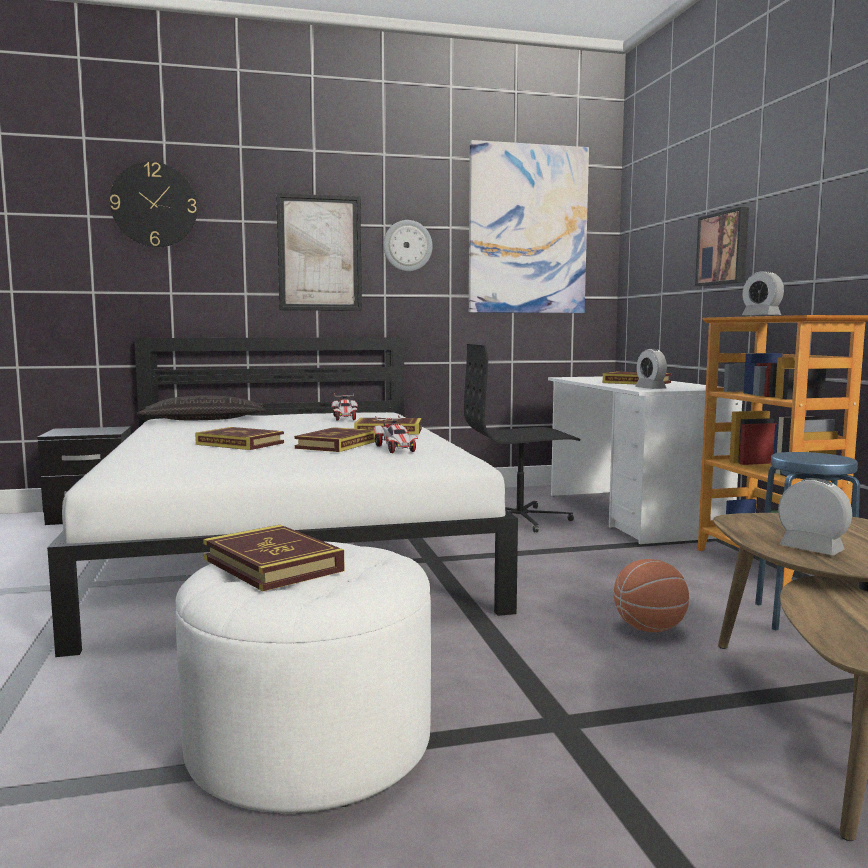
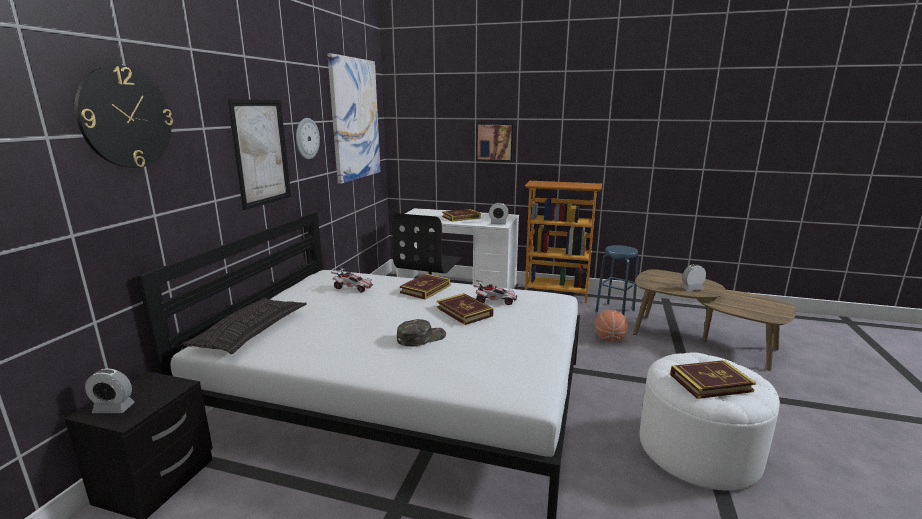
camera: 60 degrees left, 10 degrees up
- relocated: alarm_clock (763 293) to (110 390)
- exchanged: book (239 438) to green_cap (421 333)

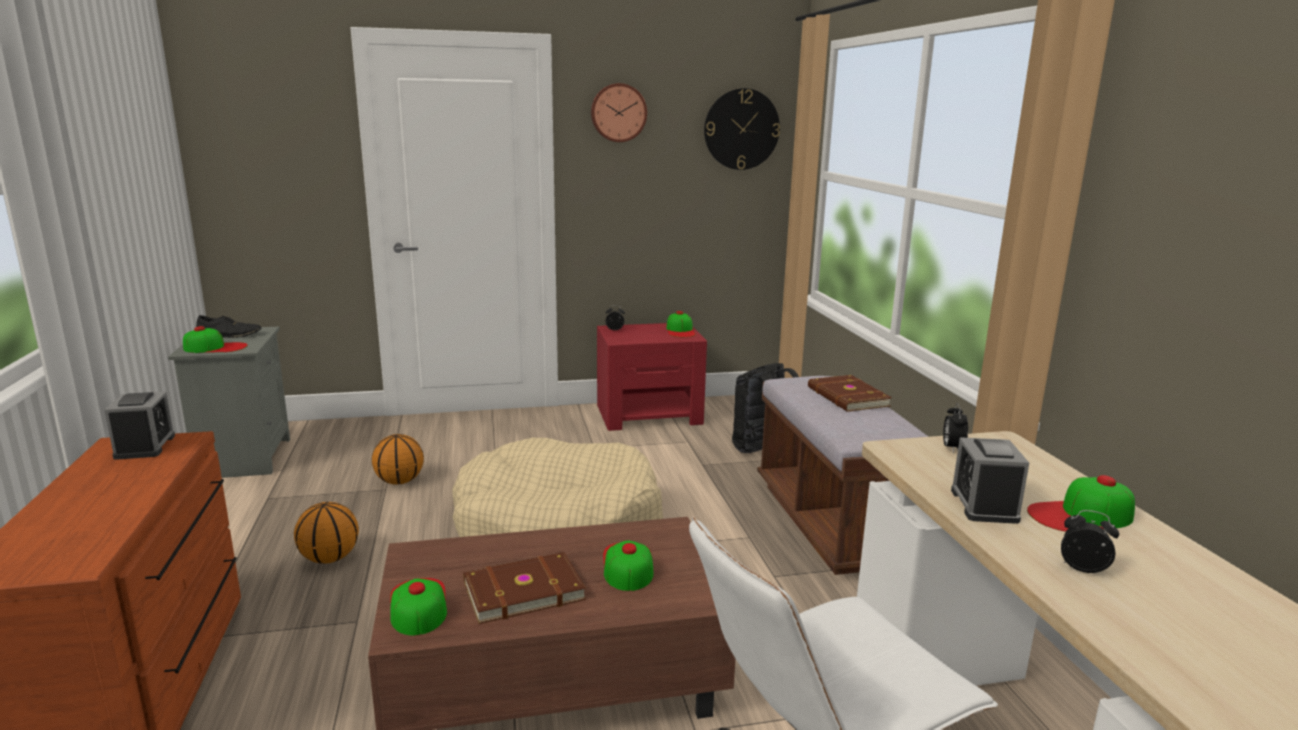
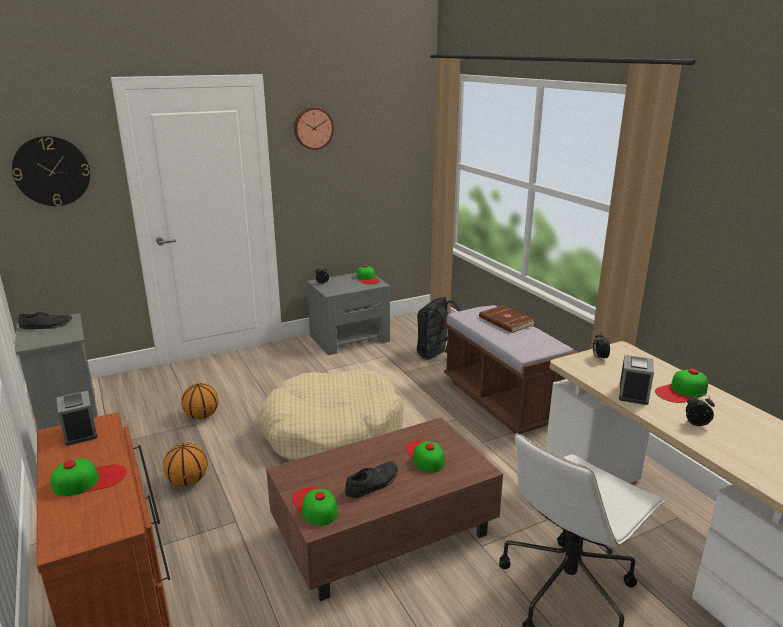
camera: 15 degrees left, 5 degrees up
- relocated: wall_clock (742 129) to (51 171)
- colour: red_nightstand (652 377) to grey_nightstand (348 314)
- relocated: cap (215 339) to (88 477)
- spun: alarm_clock (990 480) = (636 380) 150 degrees counterclockwise
- exchanged: brown_book (524 588) to black_shoe (371 479)

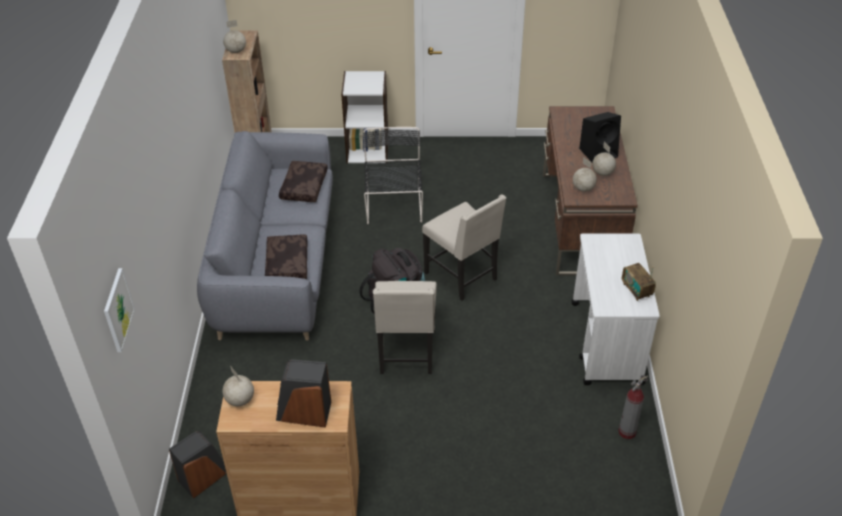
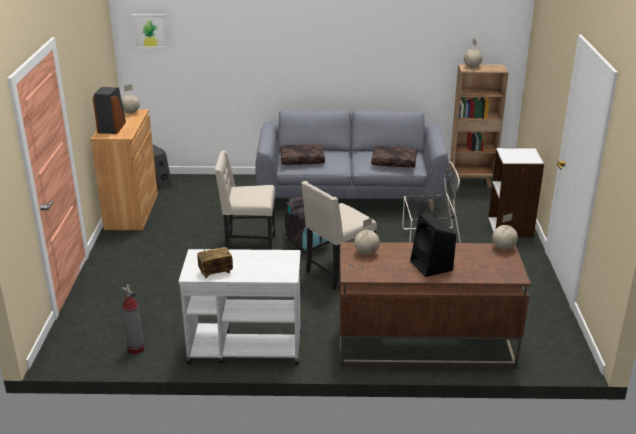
camera: 90 degrees right, 15 degrees down
- relocated: globe (604 159) to (505 231)

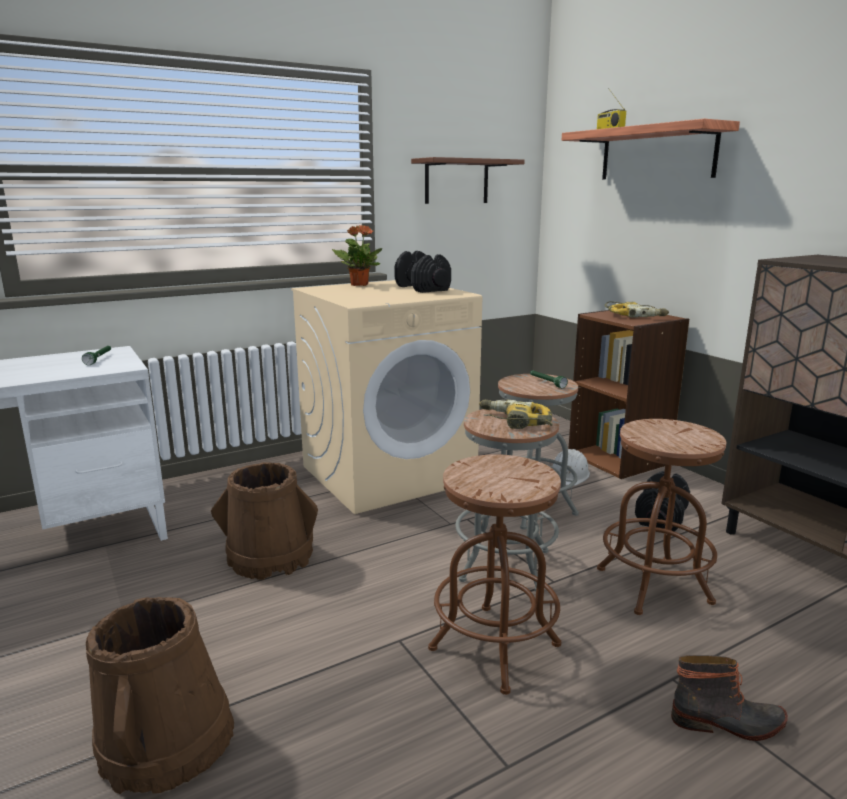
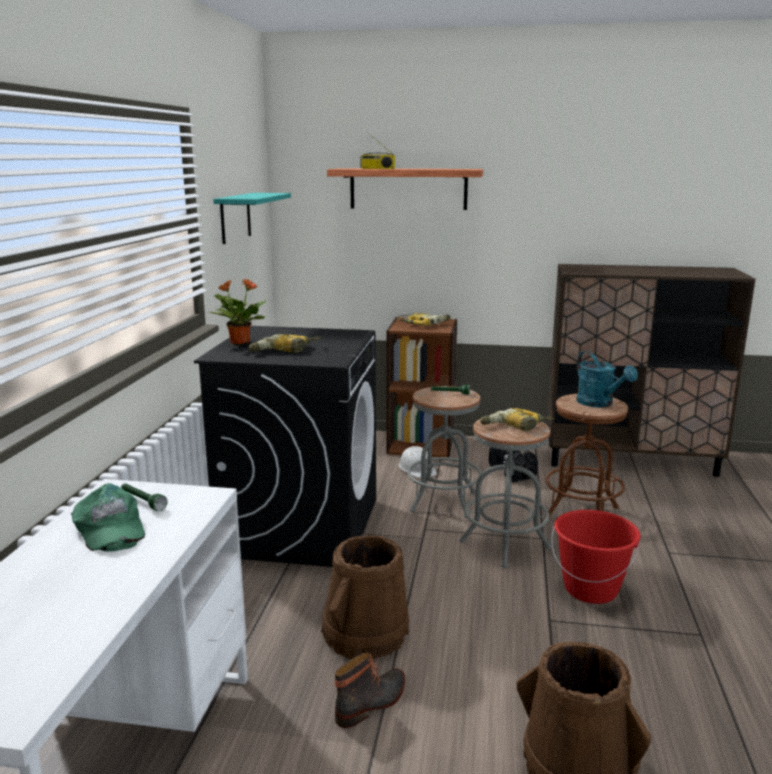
camera: 50 degrees left, 0 degrees up
- colour: brown_shelf (468 180) to turquoise_shelf (252 218)
- missing: black_dumbbell (423 272)
- colour: beige_washing_machine (386 397) to black_washing_machine (285 446)
- exchanged: brown_stool (494 574) to red_bucket (596 557)
- relocated: boot (729 698) to (370 690)
- appeared: power_drill (285 343)
- appeared: turquoise_watering_can (607 379)
- appeared: green_cap (108 517)

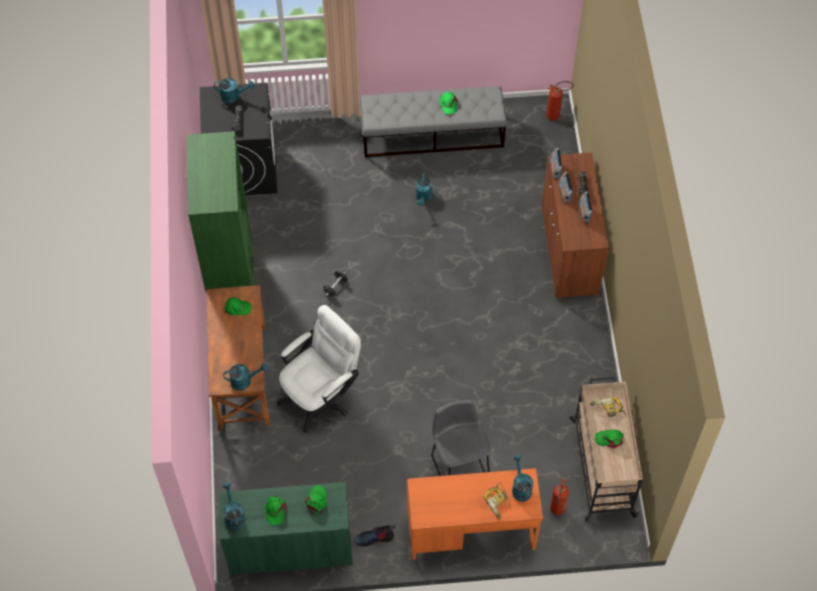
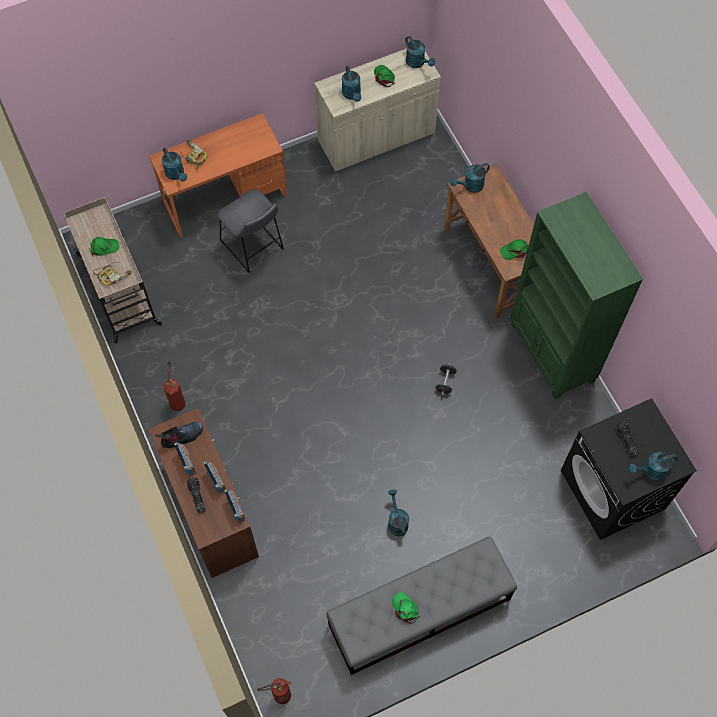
camera: 160 degrees right, 5 degrees up
- missing: white_office_chair (319 369)
- relocated: fire_extinguisher (559 496) to (174 386)
- colour: green_cabinet (286 528) to beige_cabinet (377 110)
- exchanged: green_cap (316 499) to turquoise_watering_can (351 84)
- relocated: boot (375 535) to (179 435)

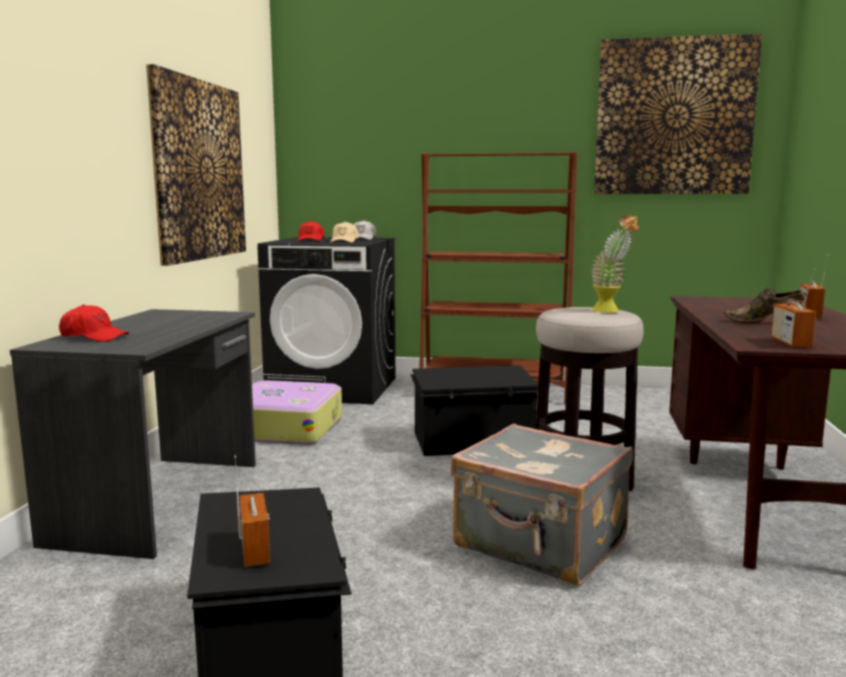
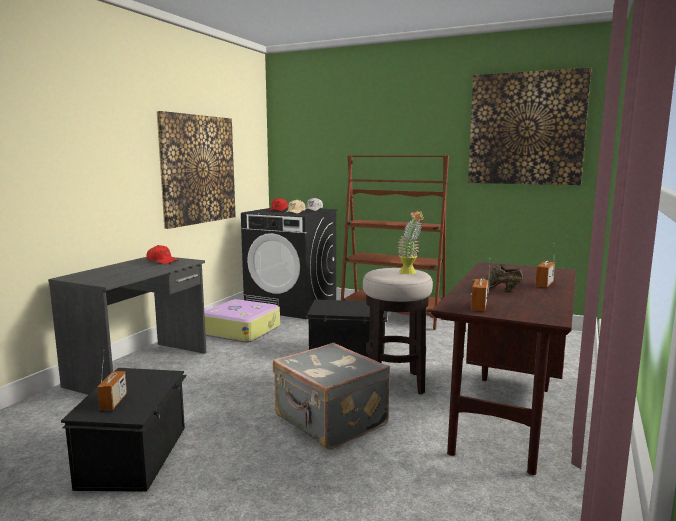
camera: 15 degrees right, 0 degrees up
- relocated: red_cap (94 323) to (162 254)

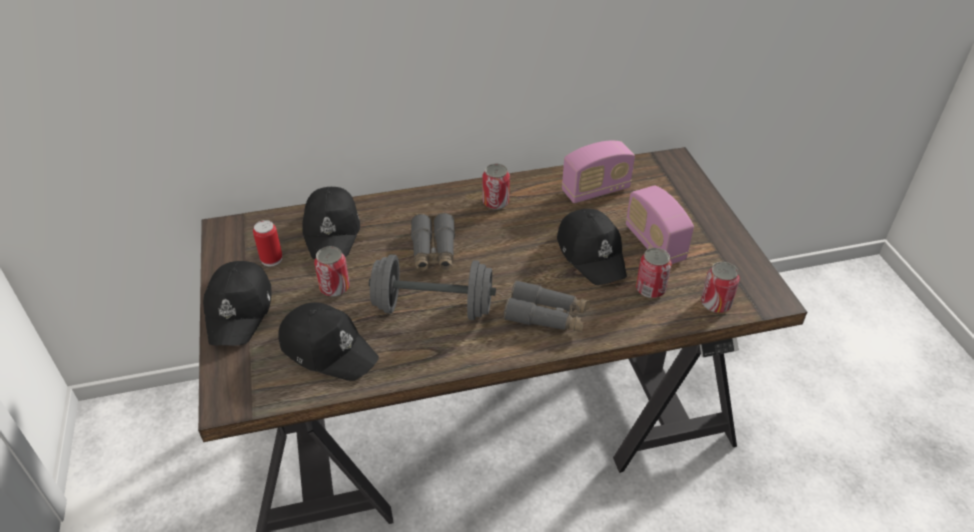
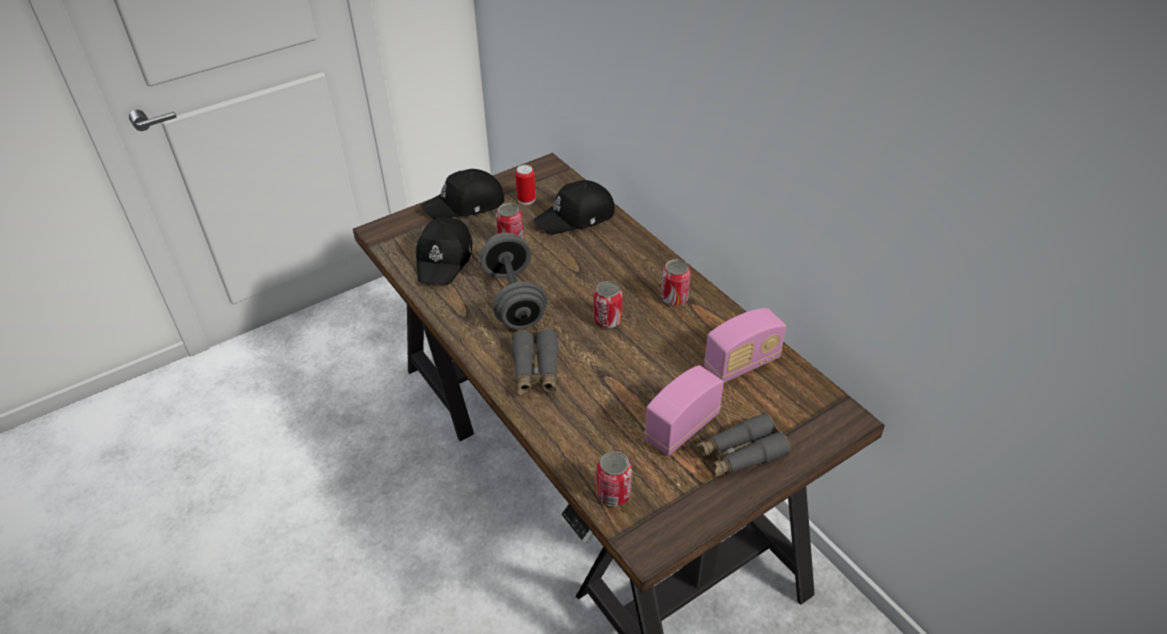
camera: 70 degrees right, 0 degrees up
- spun: radio (598 172) = (745 345) 75 degrees counterclockwise
- missing: black_cap (592 247)
- relocated: grey_binoculars (433 243) to (743 445)
- relocated: can (654 273) to (607 305)

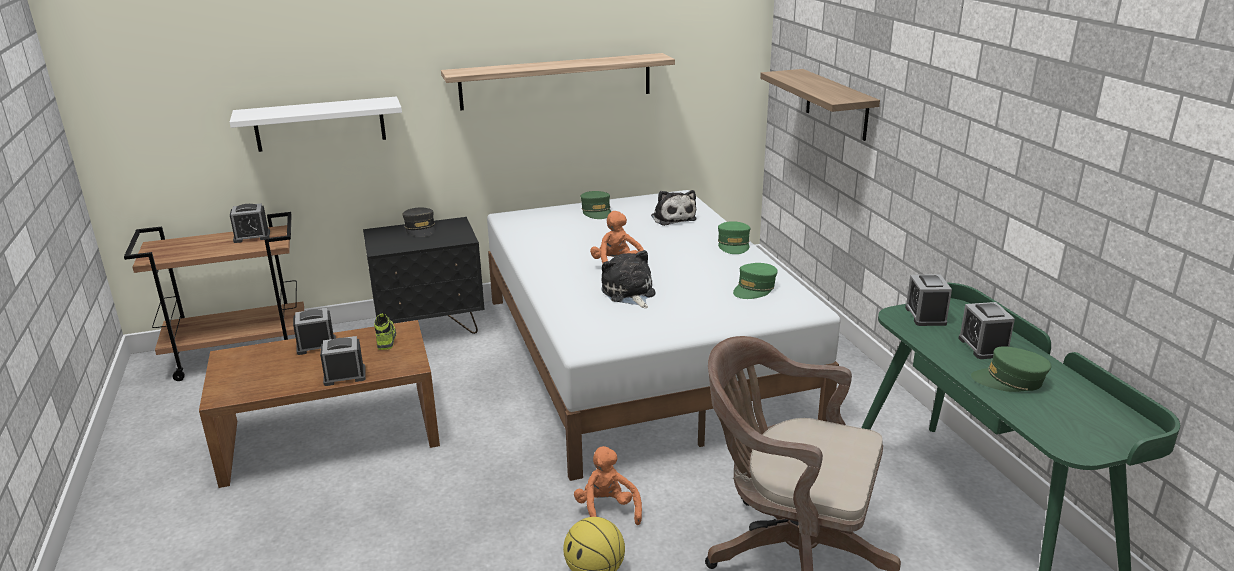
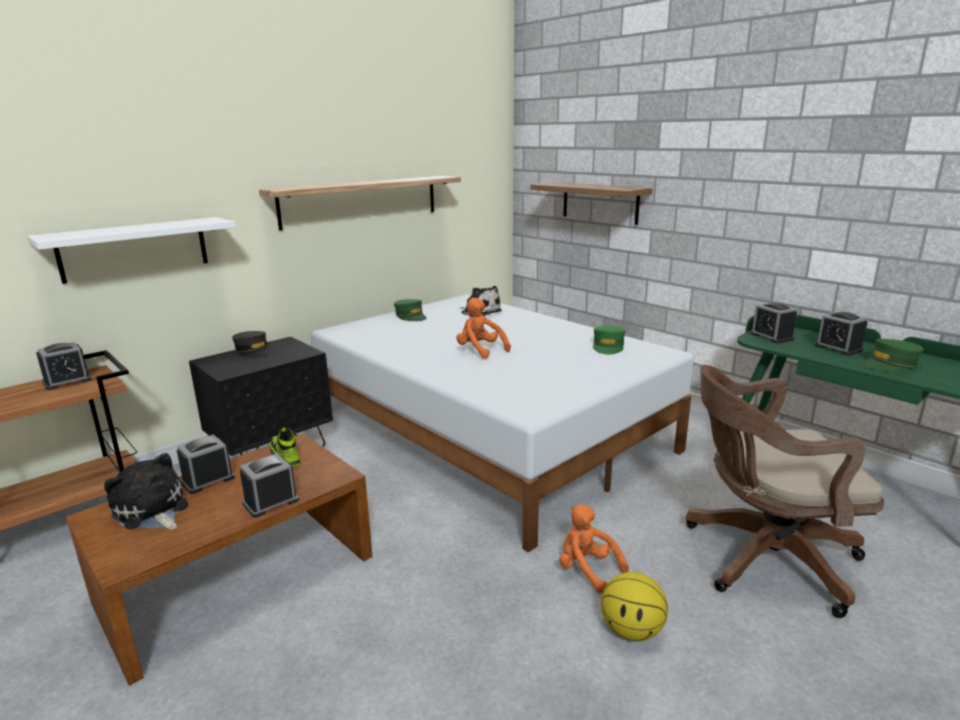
camera: 25 degrees left, 5 degrees down
- missing: green_cap (734 237)
- relocated: plush_toy (628 279) to (146 491)

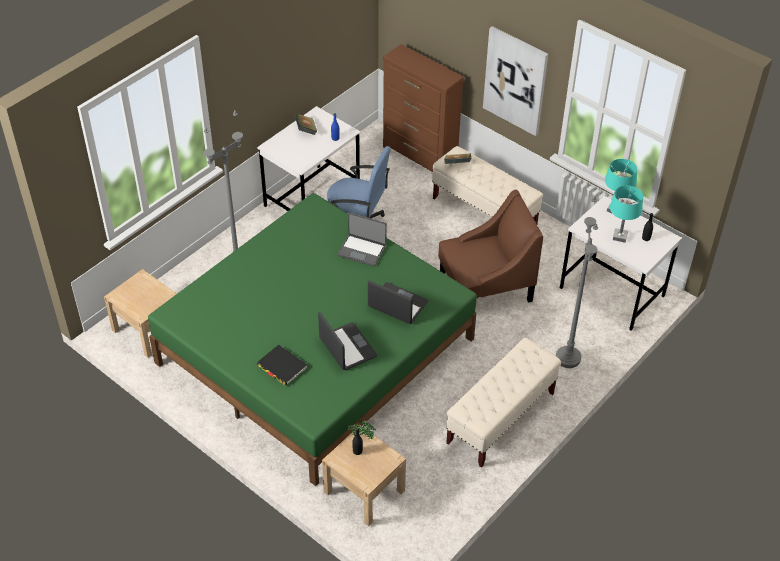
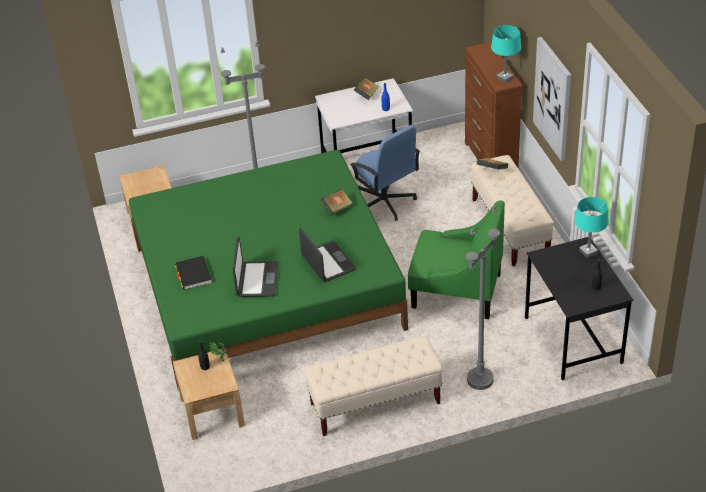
camera: 35 degrees right, 5 degrees down
- relocated: turquoise_table_lamp (626 214) to (506 54)
- colour: brown_armchair (490 246) to green_armchair (456 259)
- colour: white_desk (621 263) to black_desk (579 308)
- exchanged: laptop (362 239) to book (337 202)

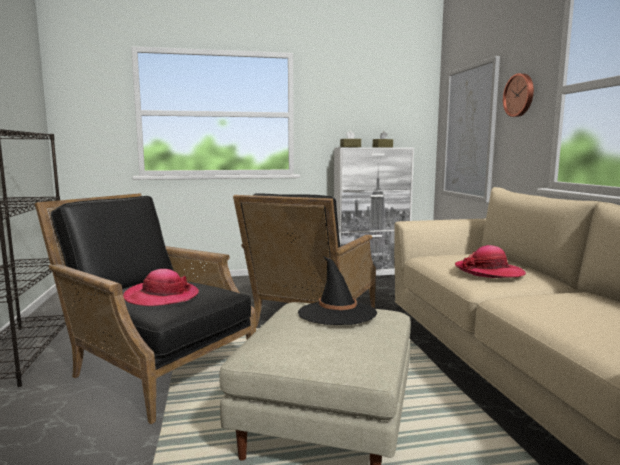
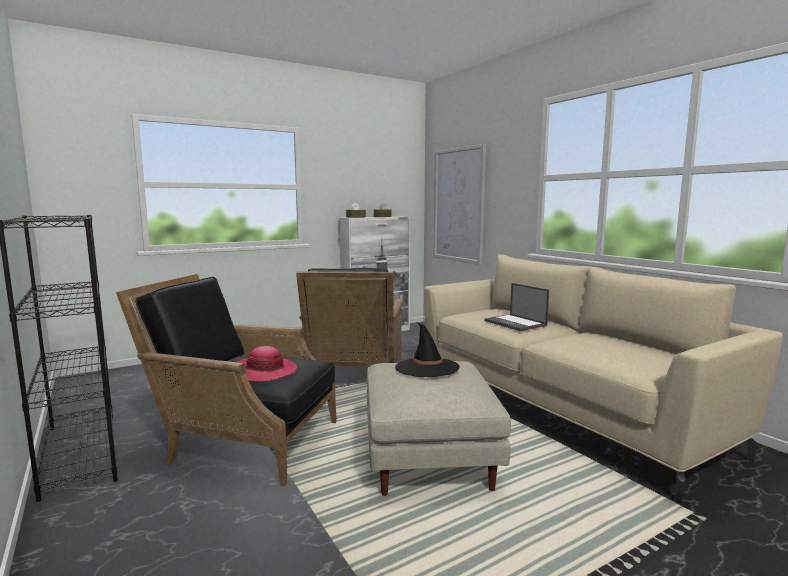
camera: 20 degrees left, 0 degrees up
- missing: wall_clock (518 95)
- exchanged: hat (490 261) to laptop (516 307)

